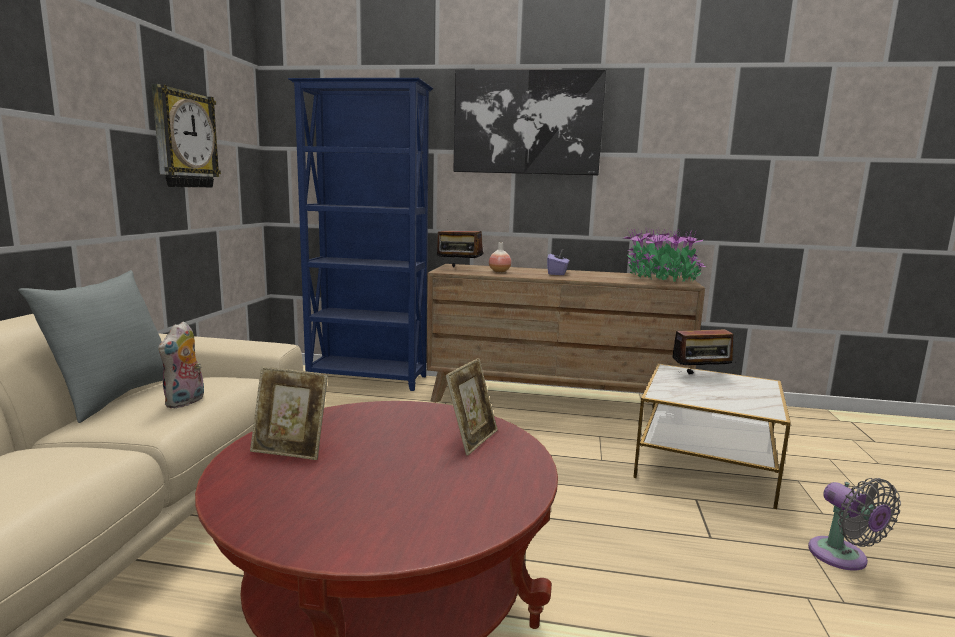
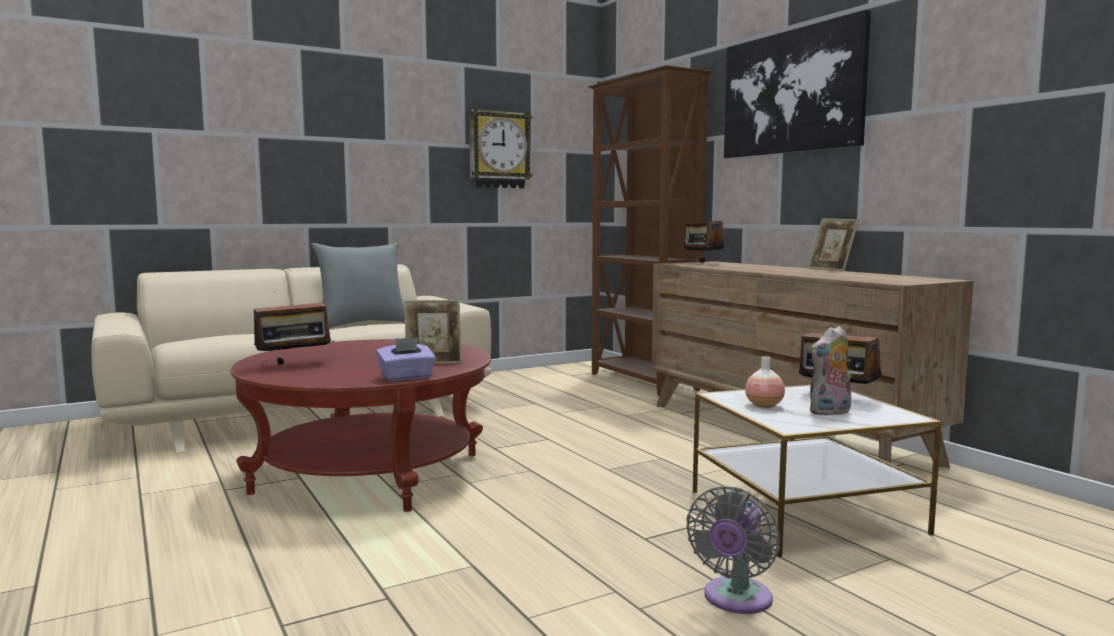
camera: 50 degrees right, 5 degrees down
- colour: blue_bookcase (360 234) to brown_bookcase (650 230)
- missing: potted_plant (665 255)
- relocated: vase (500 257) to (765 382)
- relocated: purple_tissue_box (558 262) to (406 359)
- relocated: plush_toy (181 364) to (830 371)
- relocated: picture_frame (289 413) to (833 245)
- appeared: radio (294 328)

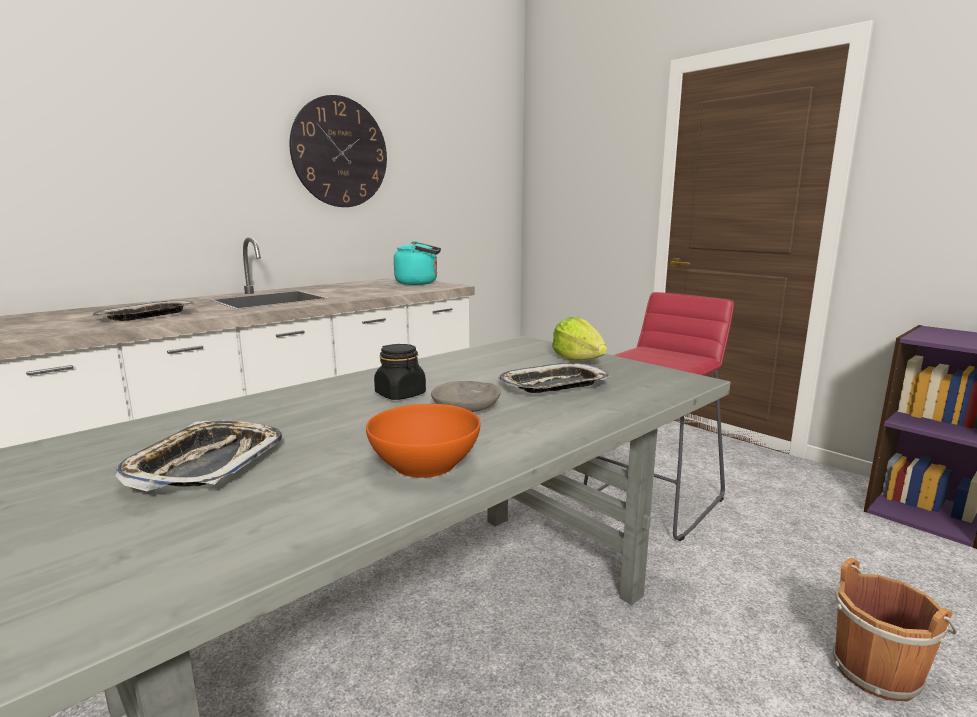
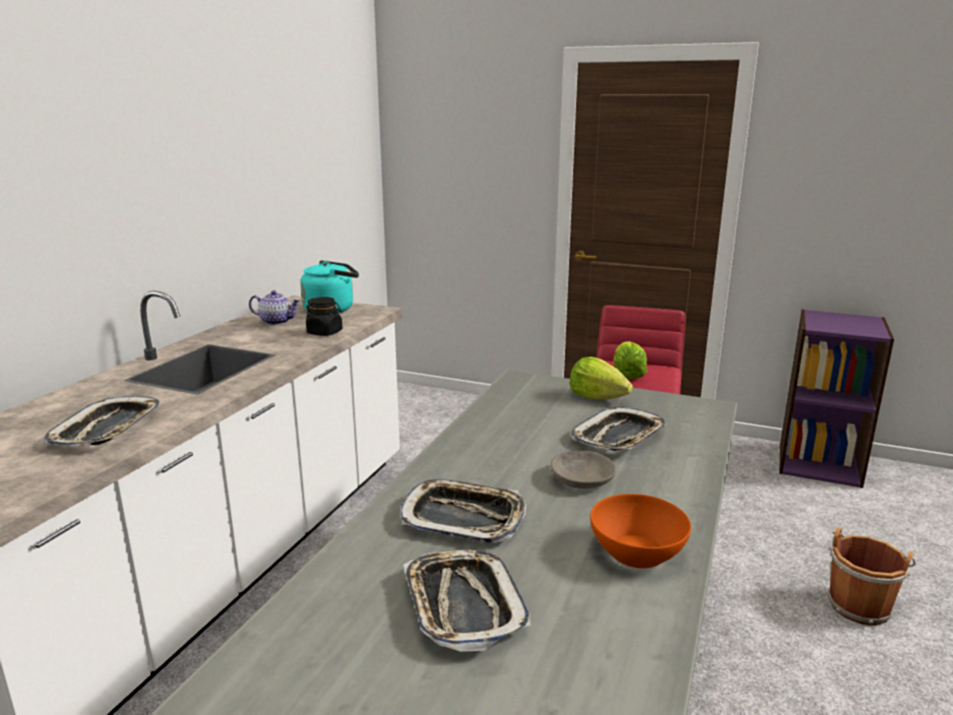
camera: 25 degrees left, 5 degrees up
- missing: wall_clock (338 151)
- relocated: black_jar (400 372) to (324 316)
- appeared: teapot (274 307)
- appeared: lettuce (630 360)
- appeared: tray (463 511)

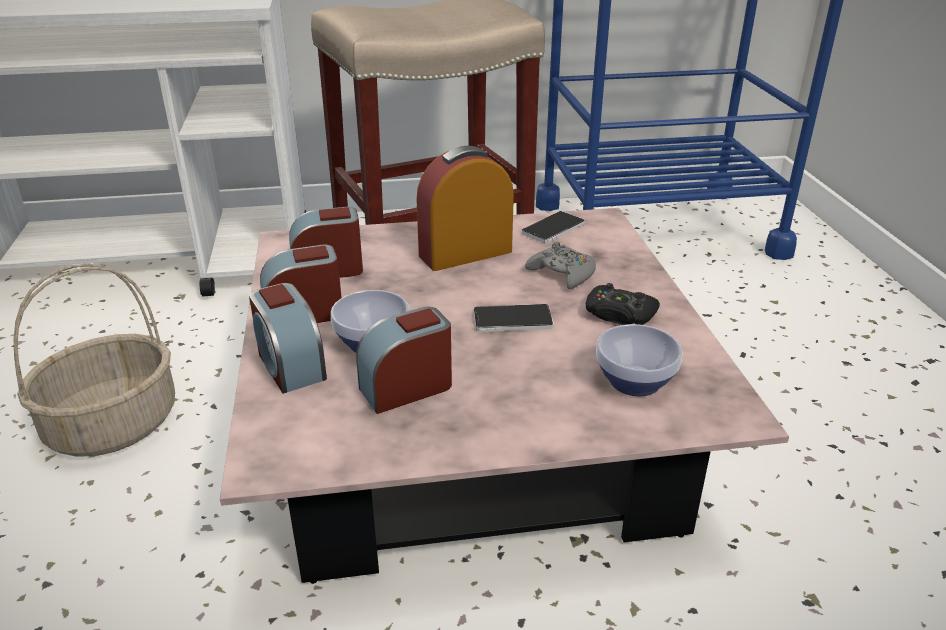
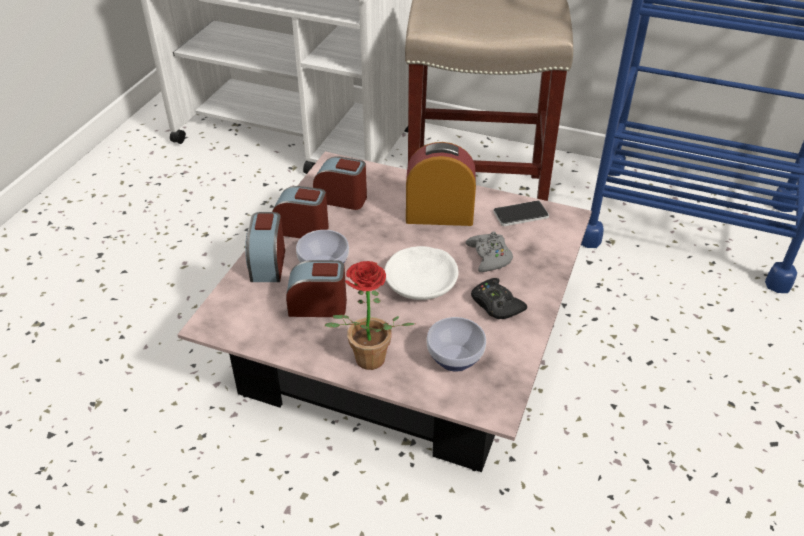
camera: 30 degrees right, 10 degrees up
- missing: basket (94 359)
- exchanged: phone (514 318) to white_bowl (421 273)
- appeared: potted_plant (370 315)

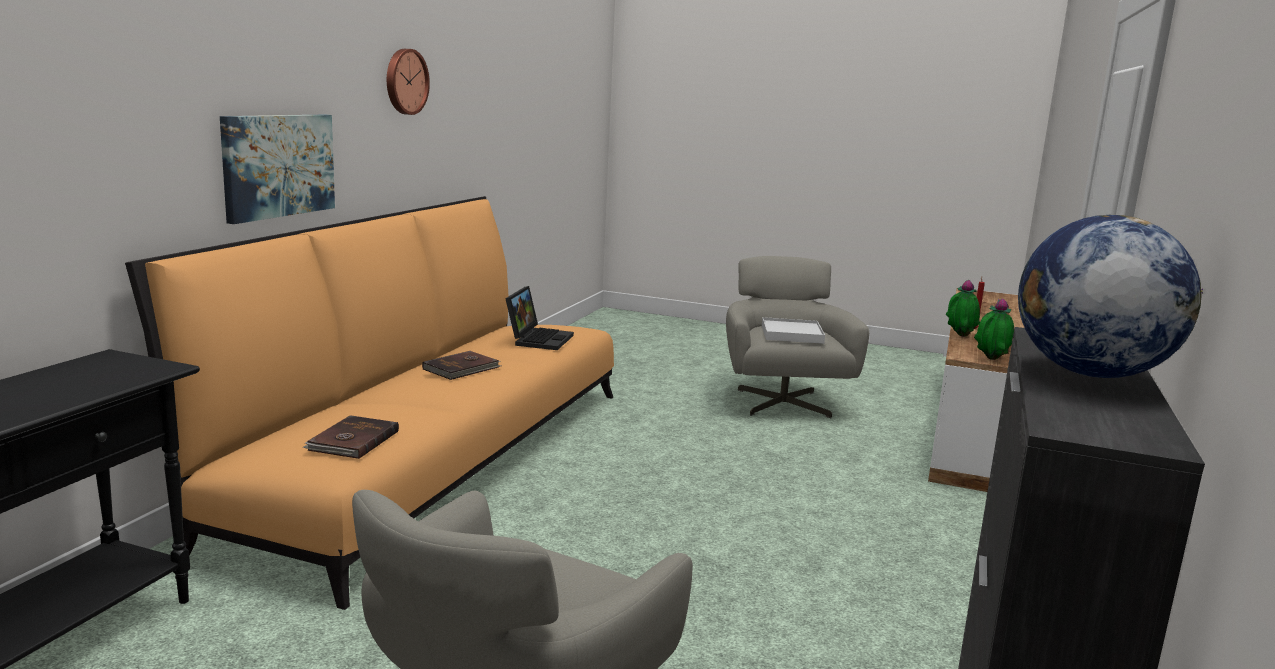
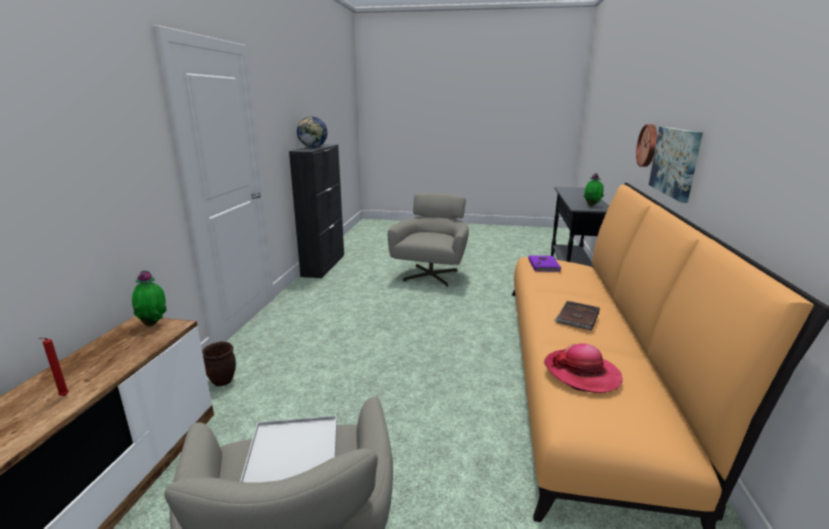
camera: 170 degrees right, 5 degrees up
- relocated: wall_clock (408 82) to (646 145)
- relocated: potted_plant (963 308) to (594 189)
- exchanged: laptop (539 318) to hat (583 368)
- colour: brown_book (351 437) to purple_book (544 263)
- appeared: brown_planter (219 363)

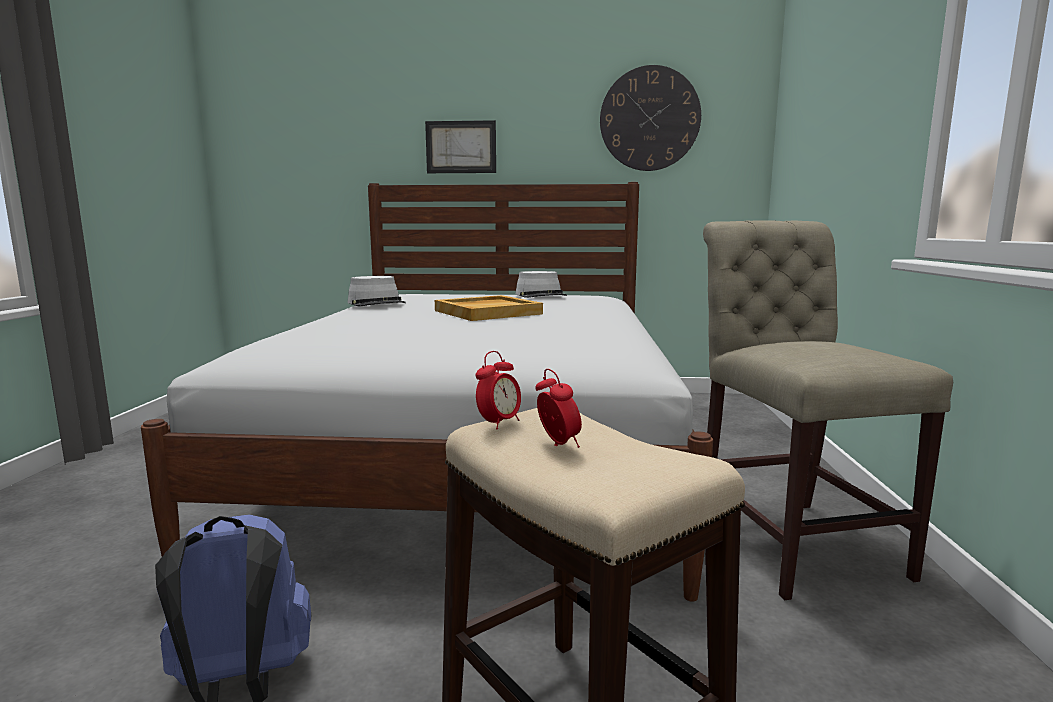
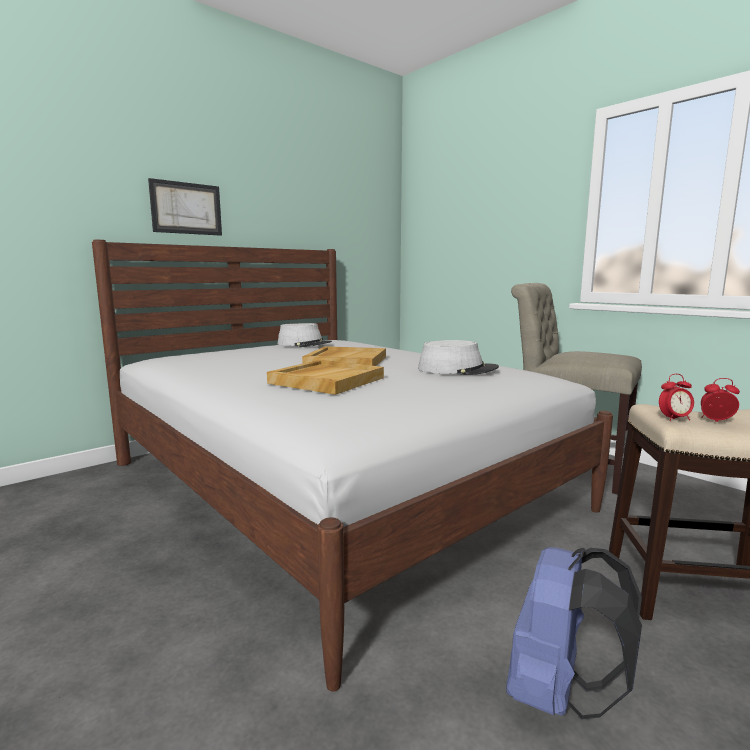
camera: 45 degrees left, 0 degrees up
- missing: wall_clock (650 118)
- relocated: grey_hat (377 291) to (458 357)
- spun: alarm_clock (498 390) = (676 397) 90 degrees clockwise
- appeared: beige_tray (325 377)

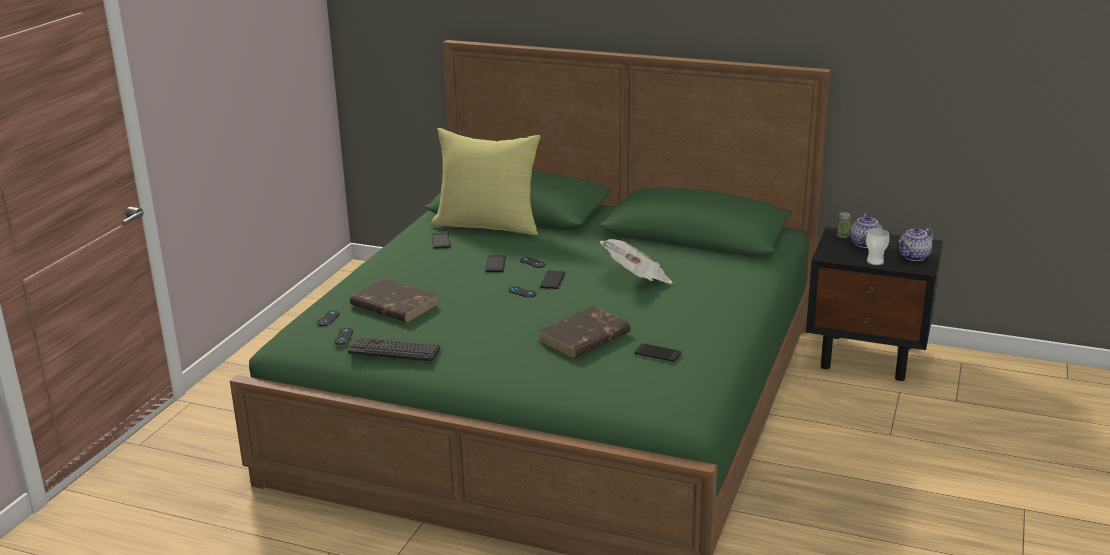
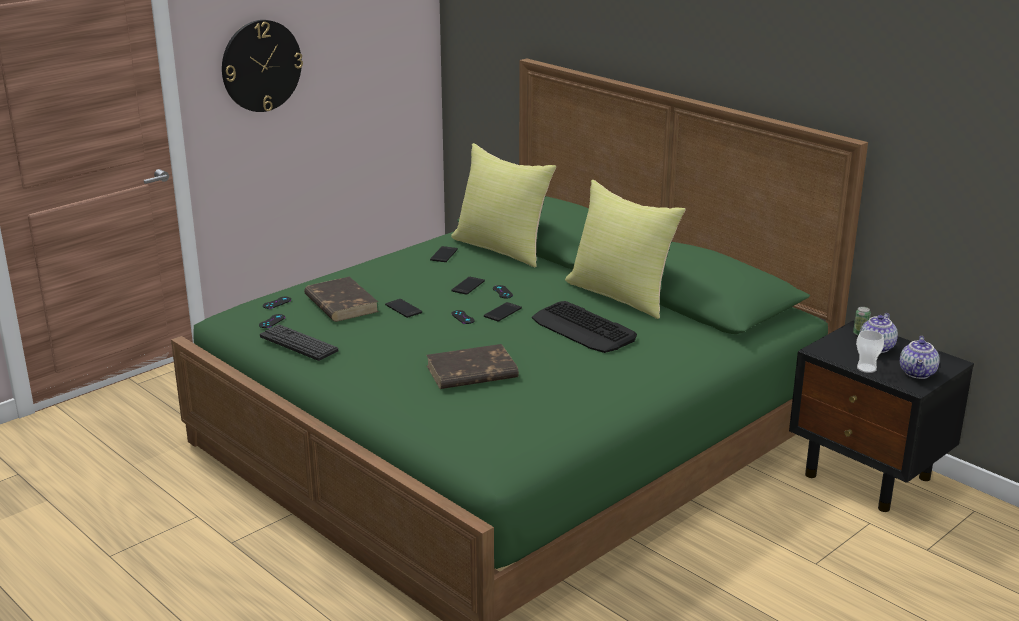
camera: 25 degrees right, 0 degrees up
- spun: teapot (916 244) = (920 357) 60 degrees counterclockwise
- exchanged: newspaper (636 261) to keyboard (584 327)
- relocated: phone (657 352) to (403 308)
- appeared: wall_clock (262 66)
- appeared: yellow_pillow (625 249)

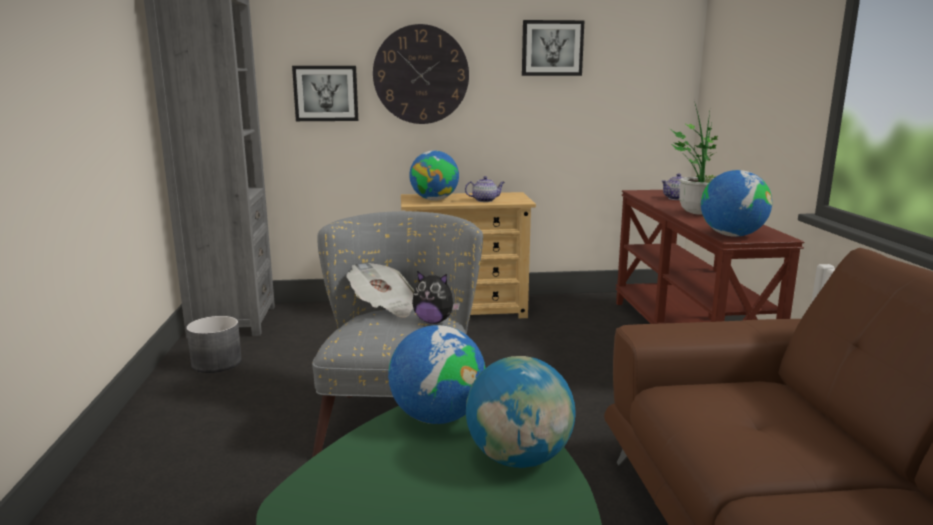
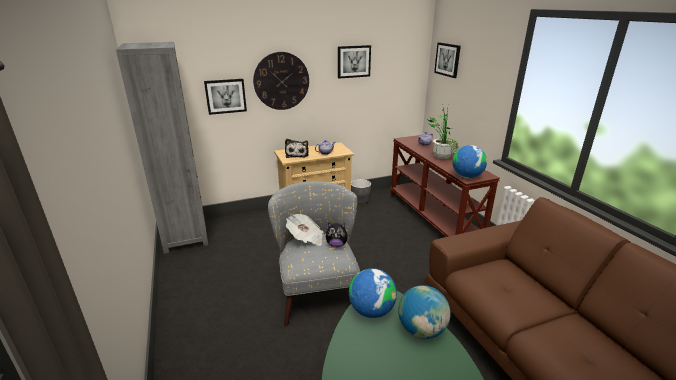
camera: 15 degrees left, 10 degrees up
- exchanged: globe (434 175) to plush_toy (297 148)
- relocated: grey_planter (214 344) to (361 191)
- appeared: picture (447 60)

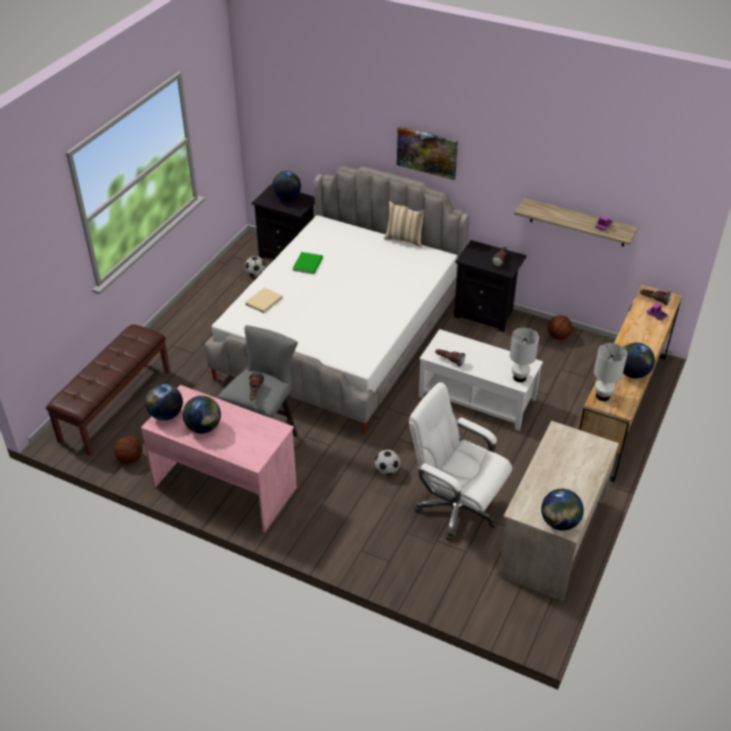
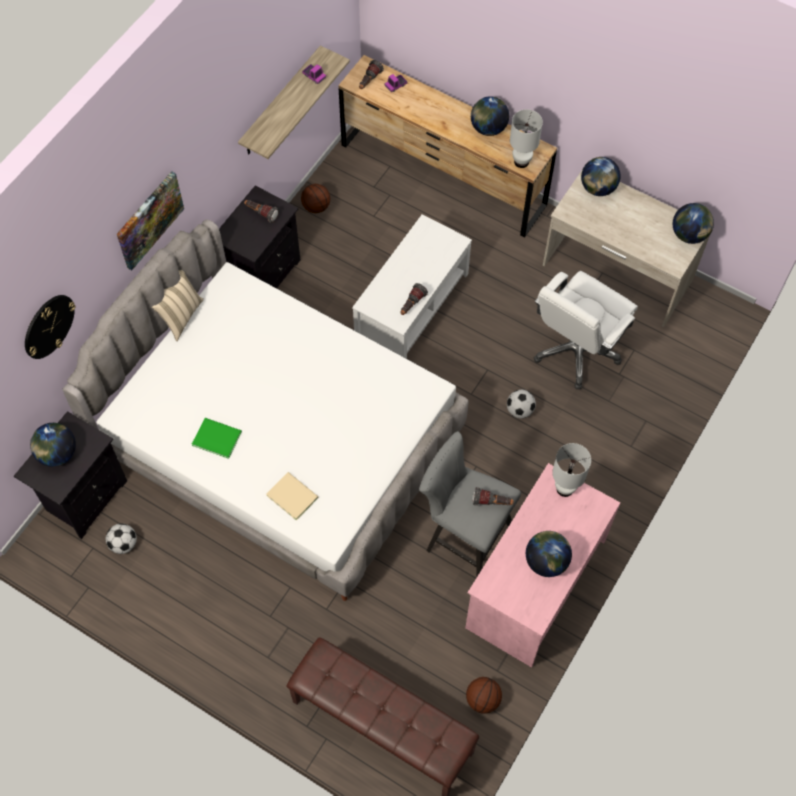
camera: 85 degrees left, 20 degrees up
- relocated: white_table_lamp (524 355) to (571 470)
- relocated: globe (164 402) to (601 176)
- appeared: wall_clock (50 327)

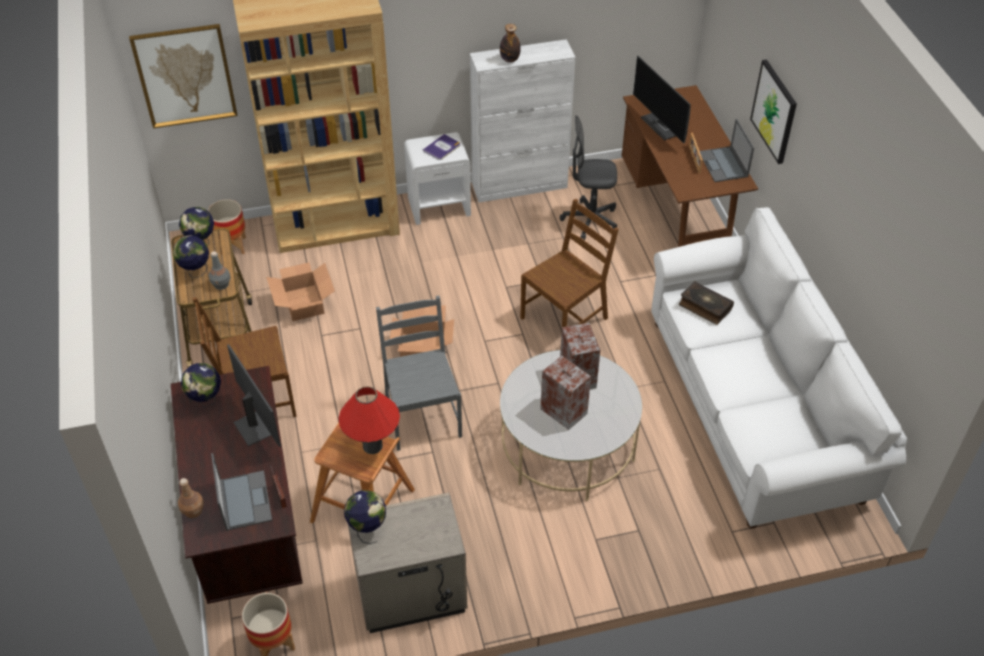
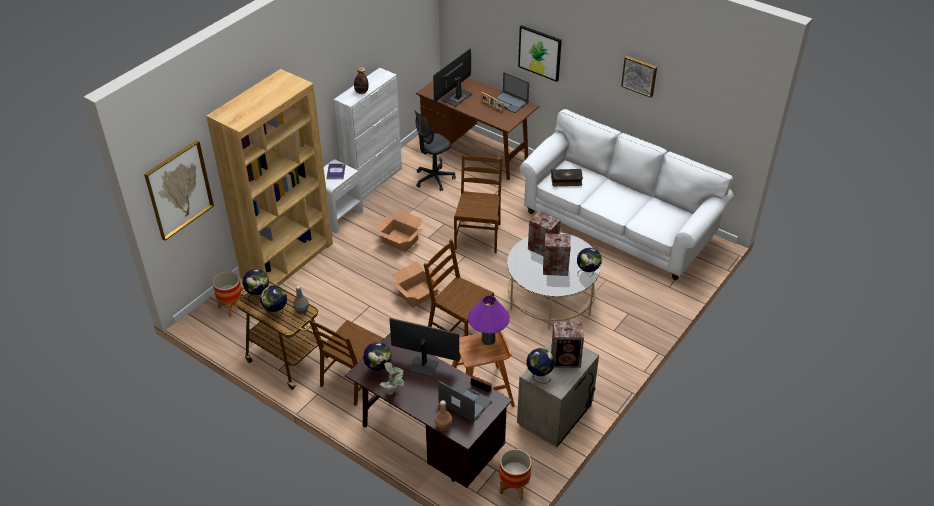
camera: 40 degrees left, 5 degrees down
- spun: monitor (662 99) = (452 77) 105 degrees clockwise
- relocated: cardboard_box (300 292) to (399 231)
- colour: grey_chair (419 373) to brown_chair (459 287)
- colour: red_table_lamp (369 420) to purple_table_lamp (489 320)
- appeared: picture (639 77)
- appeared: globe (589 262)
- appeared: speaker (567 345)
- appeared: potted_plant (392 378)

